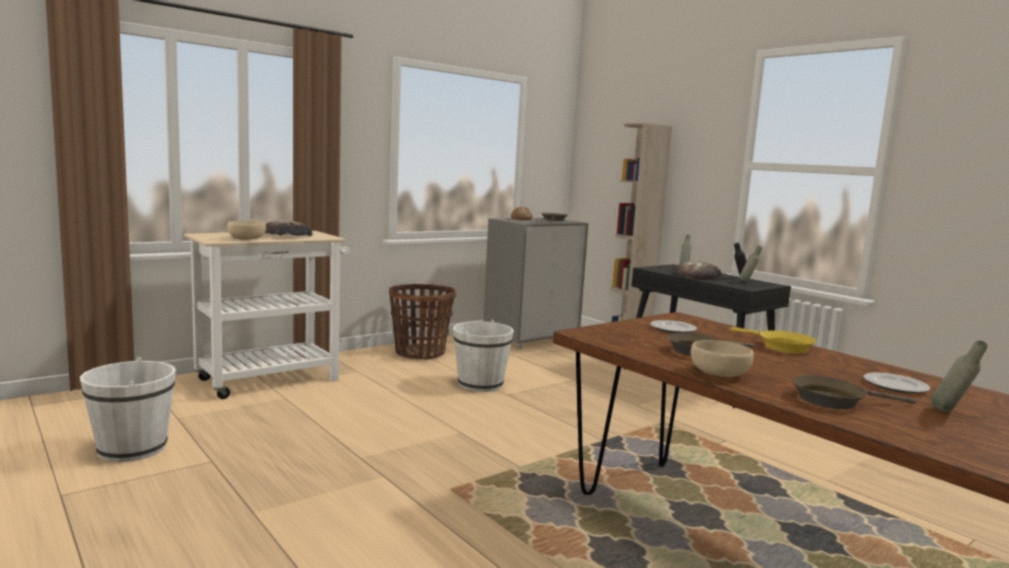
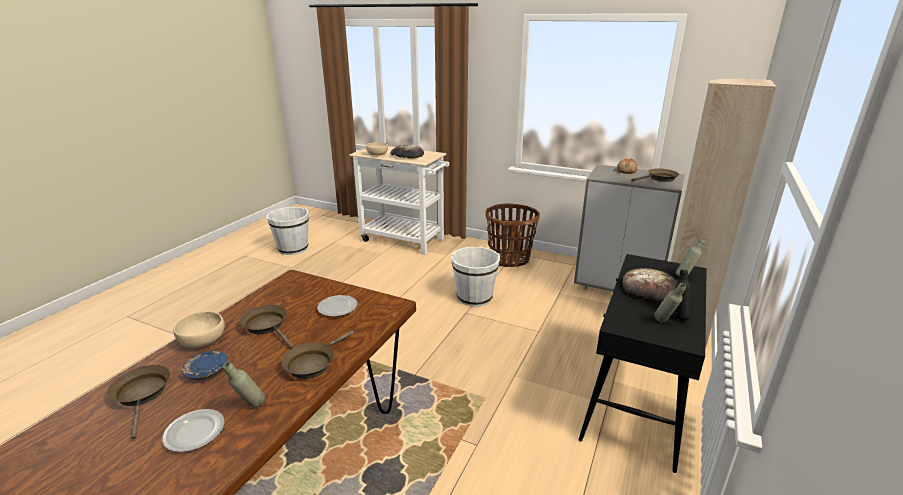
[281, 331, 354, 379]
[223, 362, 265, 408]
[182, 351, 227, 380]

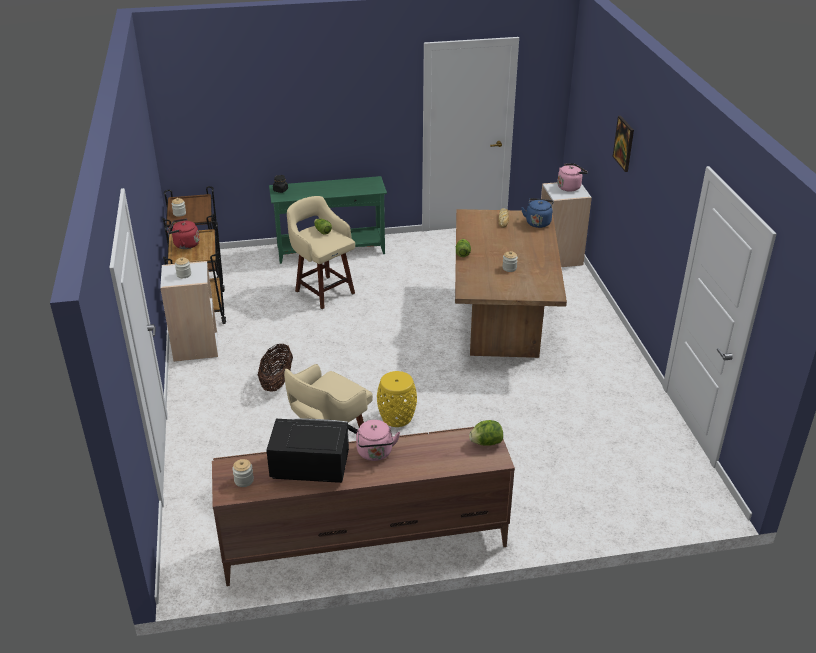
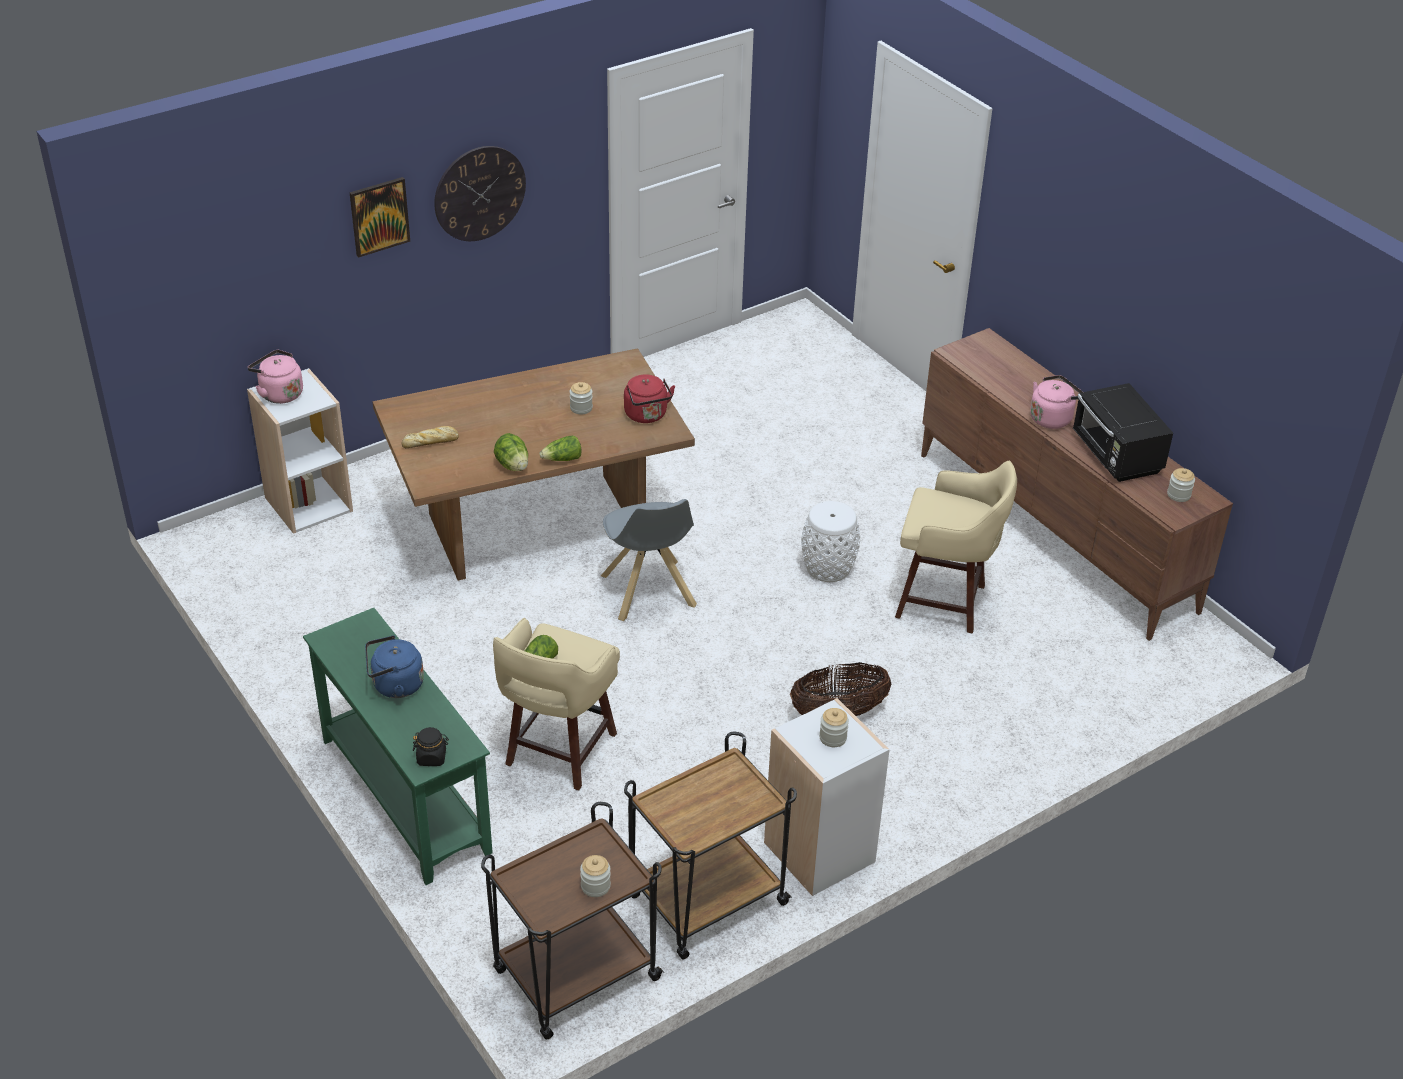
[365, 635, 424, 698]
[624, 374, 675, 423]
[801, 501, 860, 582]
[494, 433, 528, 471]
[434, 146, 526, 241]
[601, 499, 697, 621]

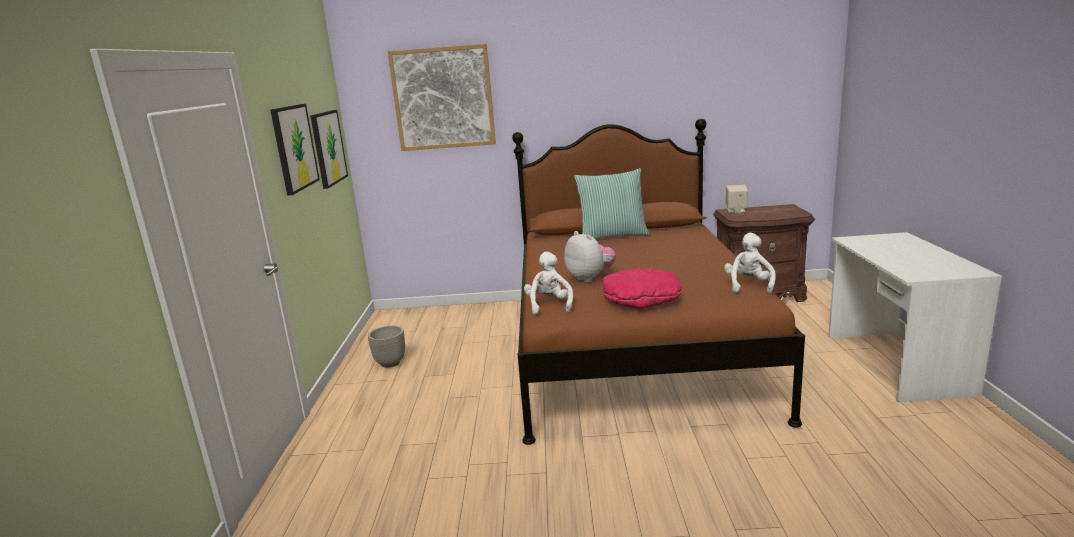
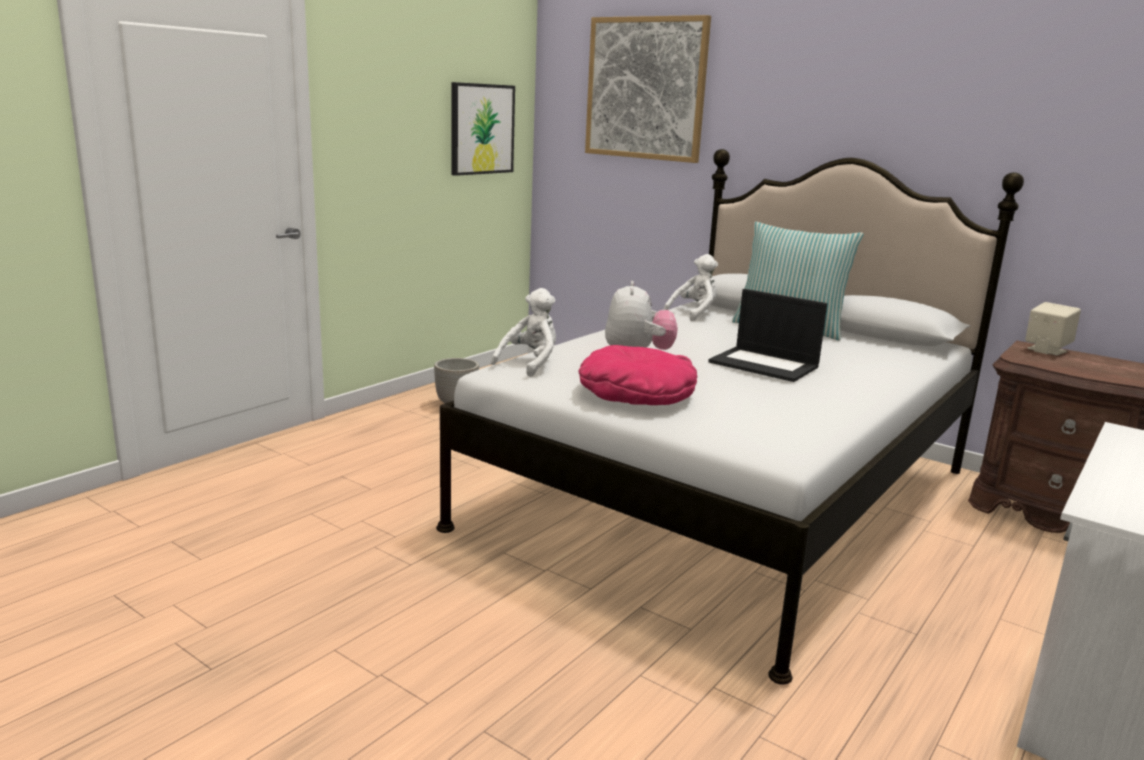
[270, 104, 320, 196] (first image)
[436, 149, 1024, 685]
[663, 254, 718, 321]
[708, 289, 827, 382]

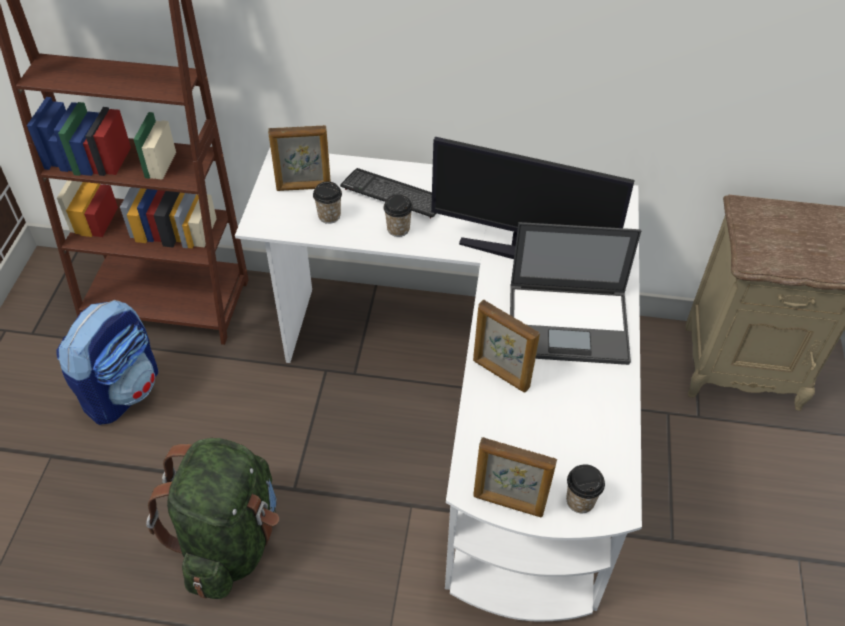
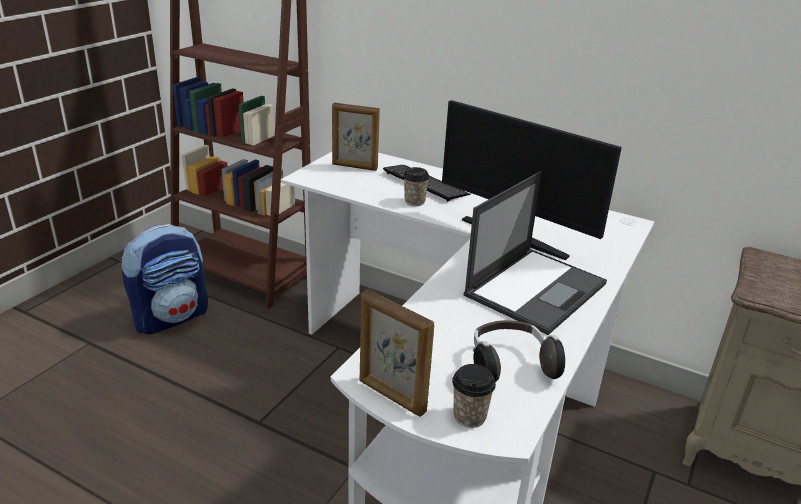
[313, 182, 342, 224] (first image)
[463, 171, 607, 335]
[473, 300, 540, 393] (first image)
[146, 438, 279, 599] (first image)
[473, 320, 565, 382]

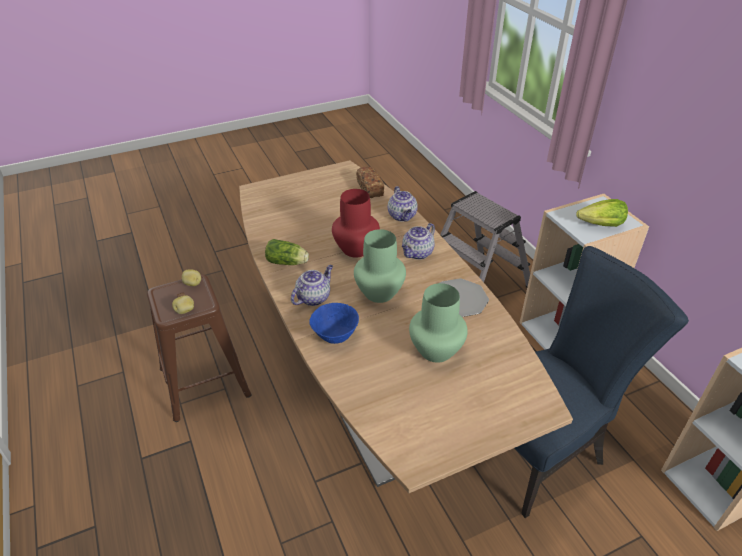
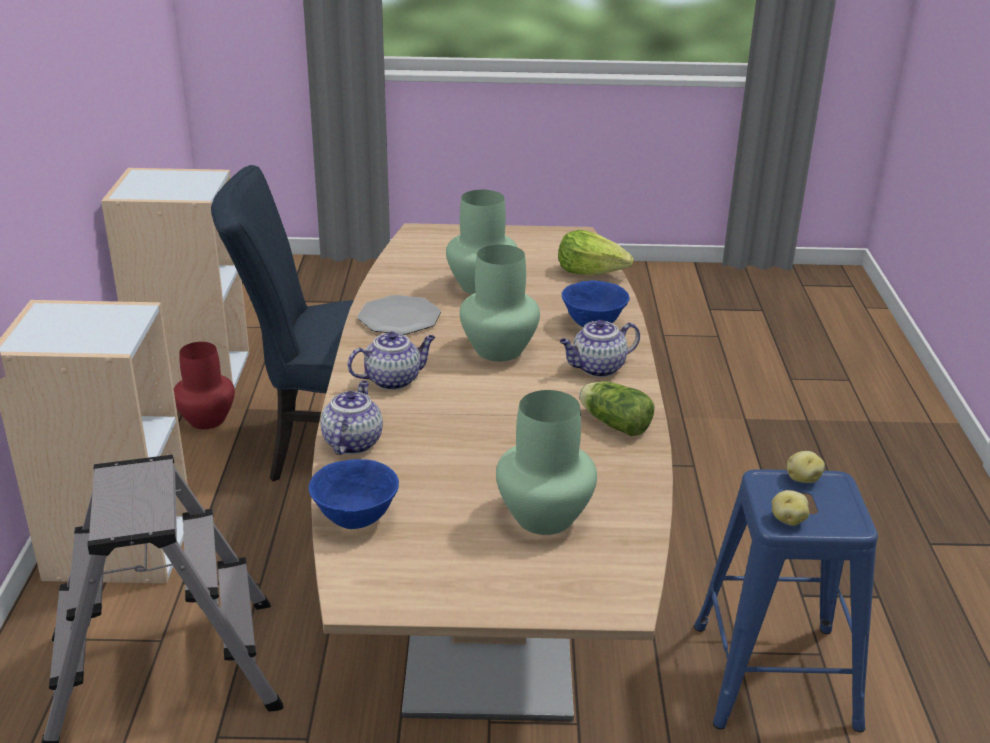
[309, 459, 399, 529]
[174, 342, 235, 429]
[558, 230, 634, 275]
[694, 469, 878, 732]
[496, 390, 597, 535]

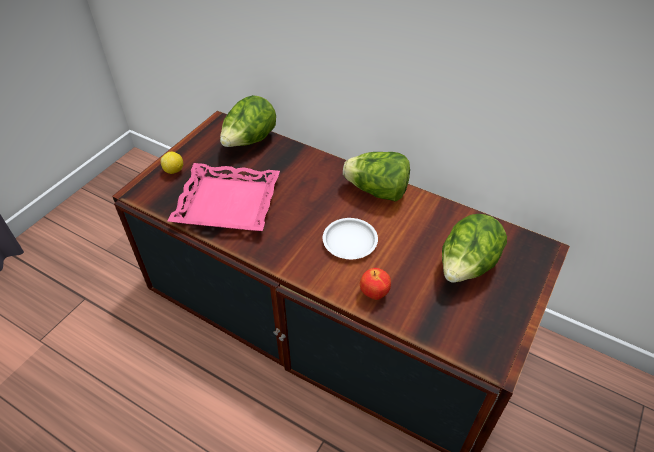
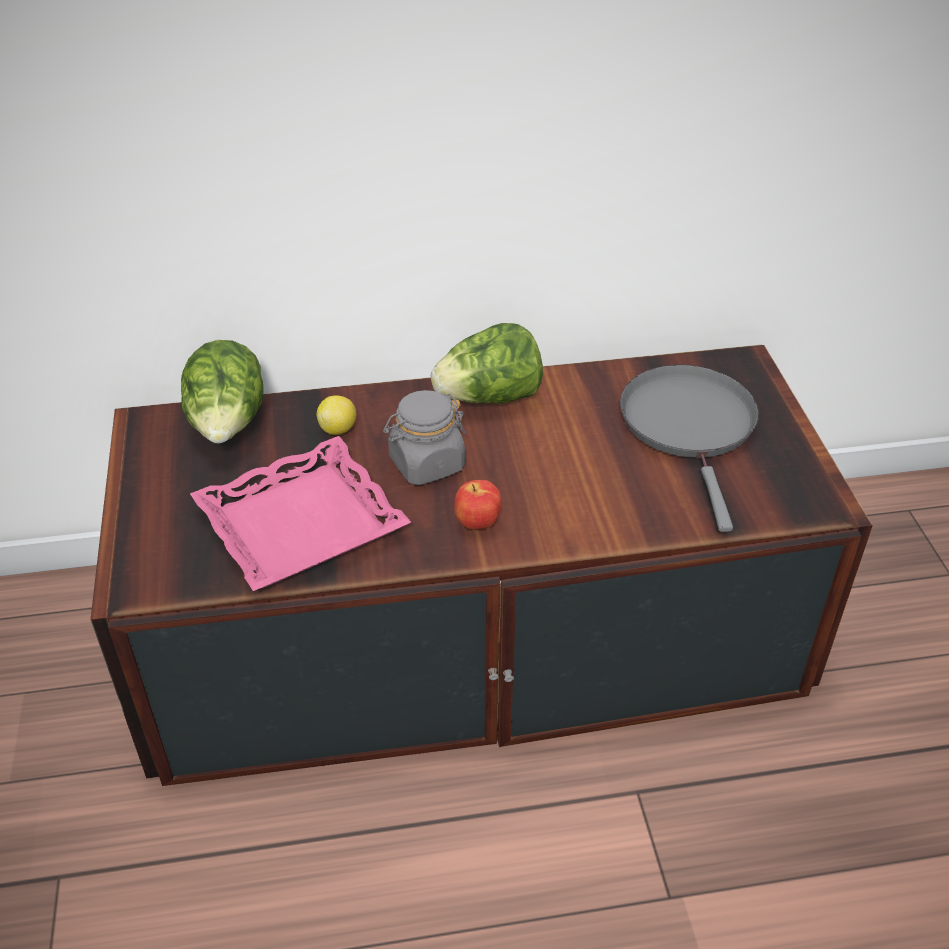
[316, 395, 356, 435]
[620, 365, 759, 532]
[323, 218, 378, 259] (first image)
[454, 480, 502, 530]
[383, 390, 466, 485]

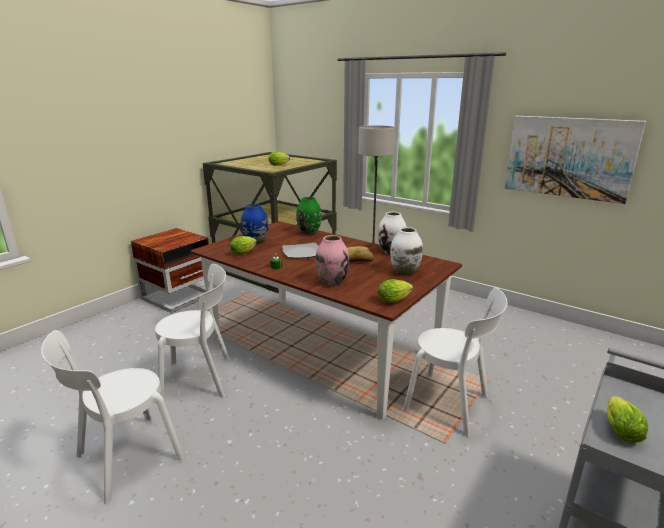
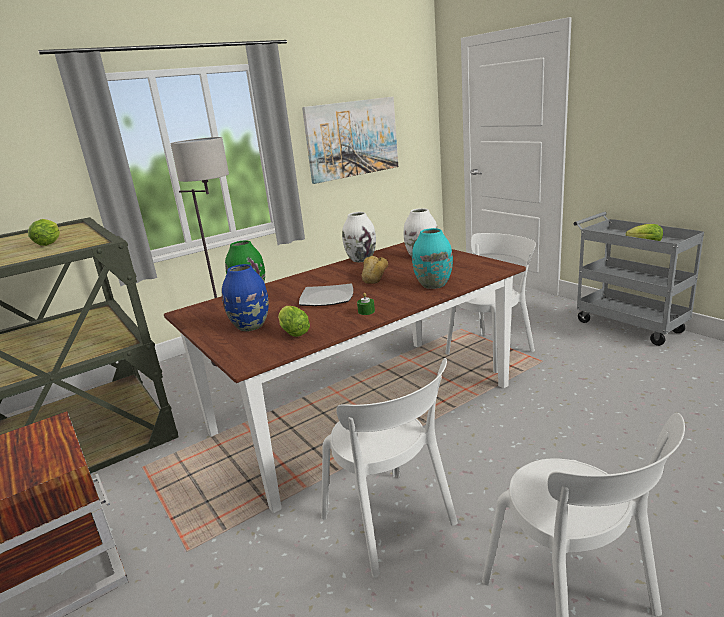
[412, 228, 453, 289]
[321, 358, 458, 578]
[378, 279, 413, 303] (first image)

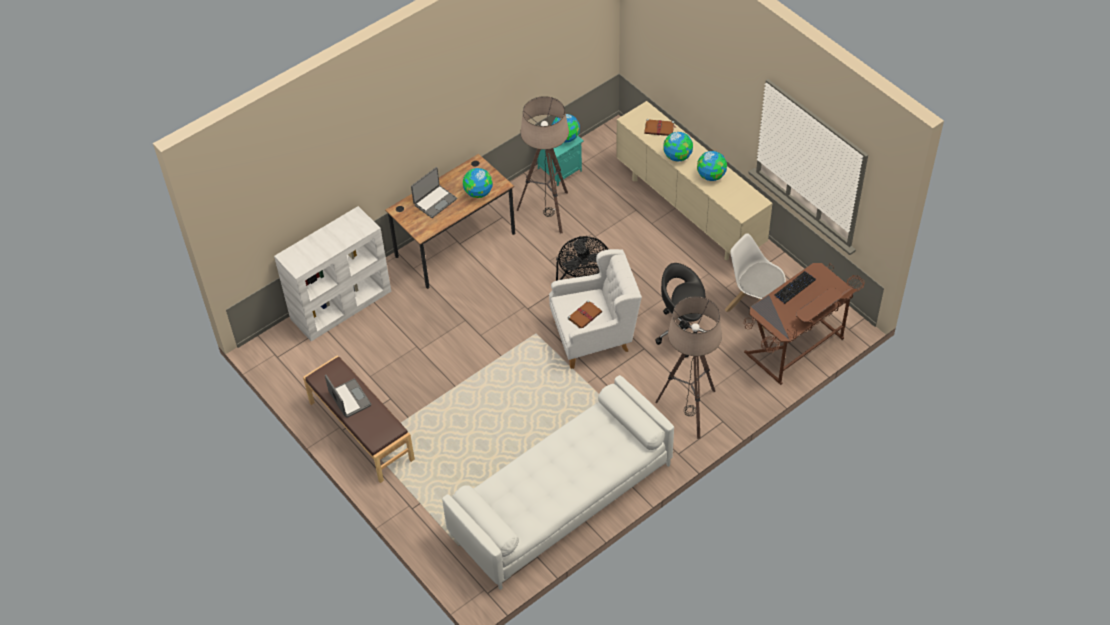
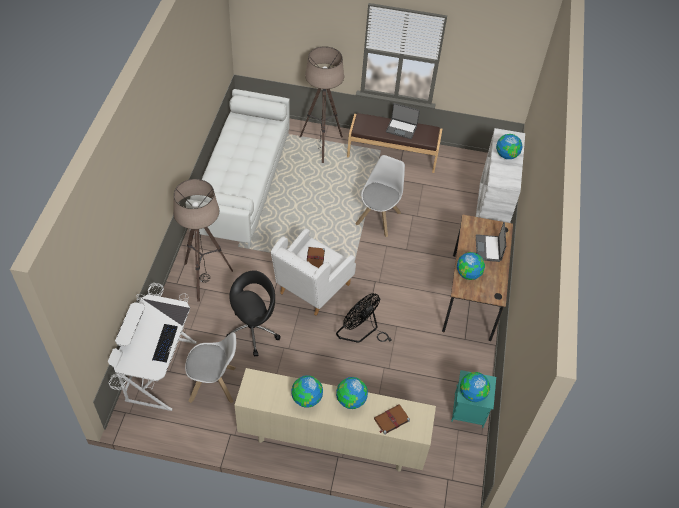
[300, 46, 344, 163]
[108, 283, 197, 411]
[496, 134, 522, 159]
[355, 155, 405, 237]

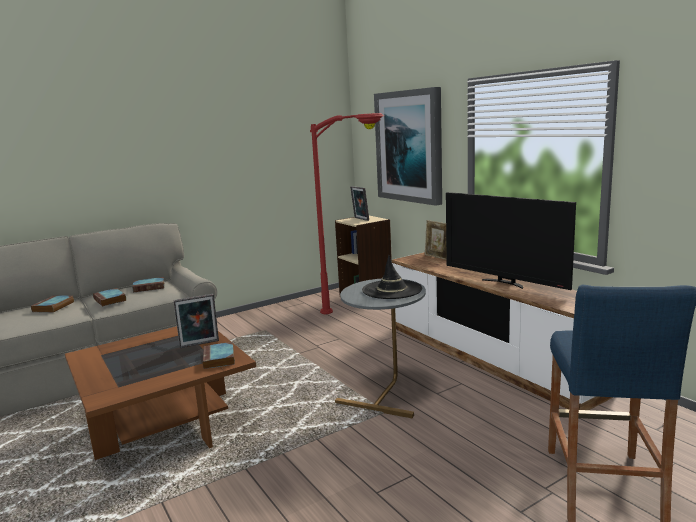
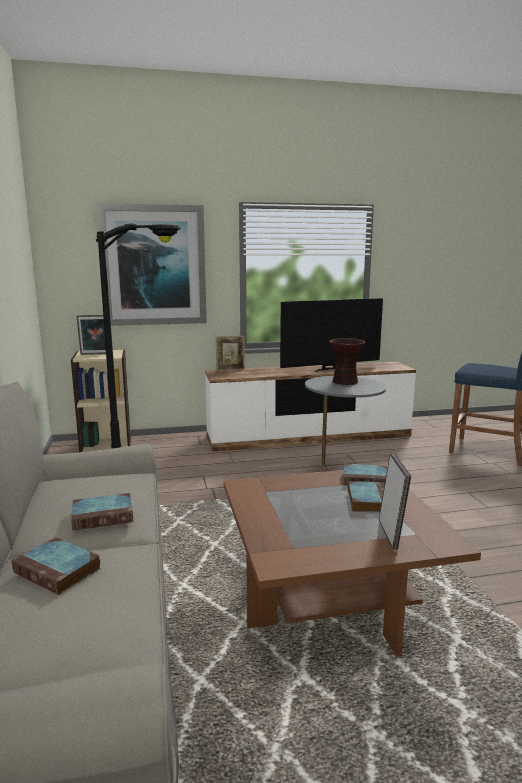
[96, 224, 181, 448]
[329, 338, 365, 385]
[348, 481, 384, 512]
[379, 453, 411, 550]

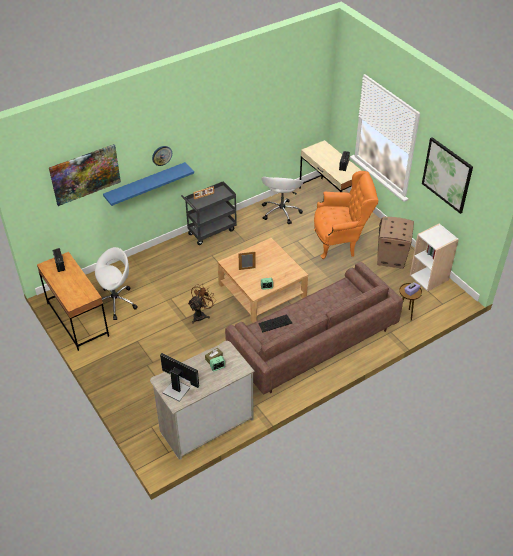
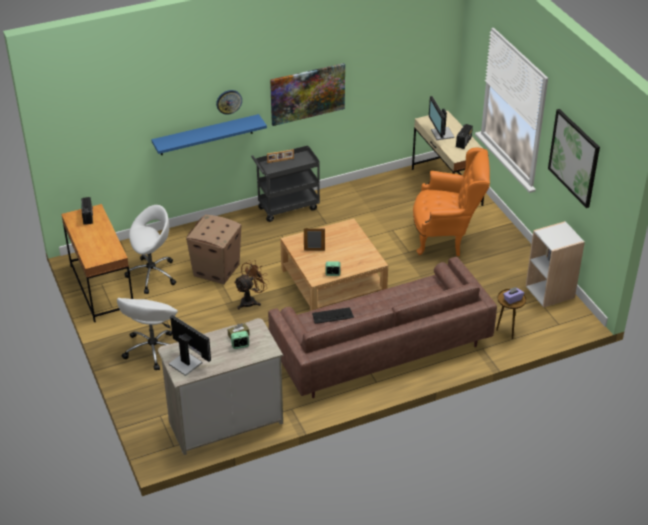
[270, 63, 345, 126]
[117, 298, 178, 370]
[186, 214, 241, 284]
[429, 96, 454, 140]

